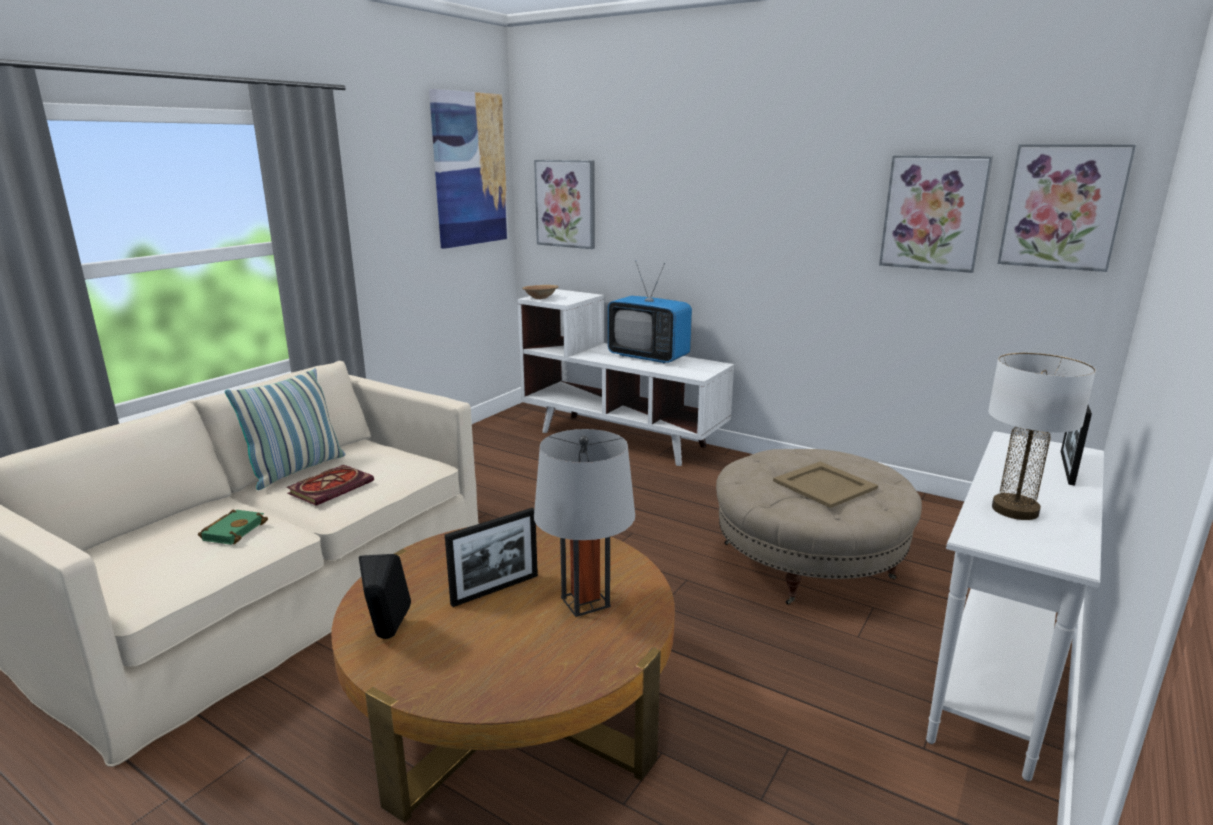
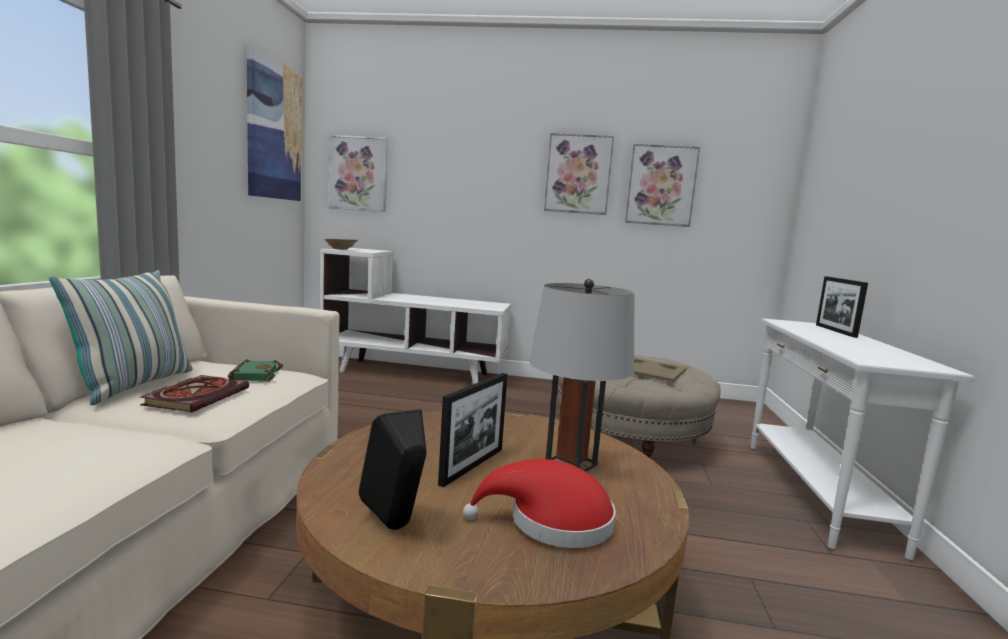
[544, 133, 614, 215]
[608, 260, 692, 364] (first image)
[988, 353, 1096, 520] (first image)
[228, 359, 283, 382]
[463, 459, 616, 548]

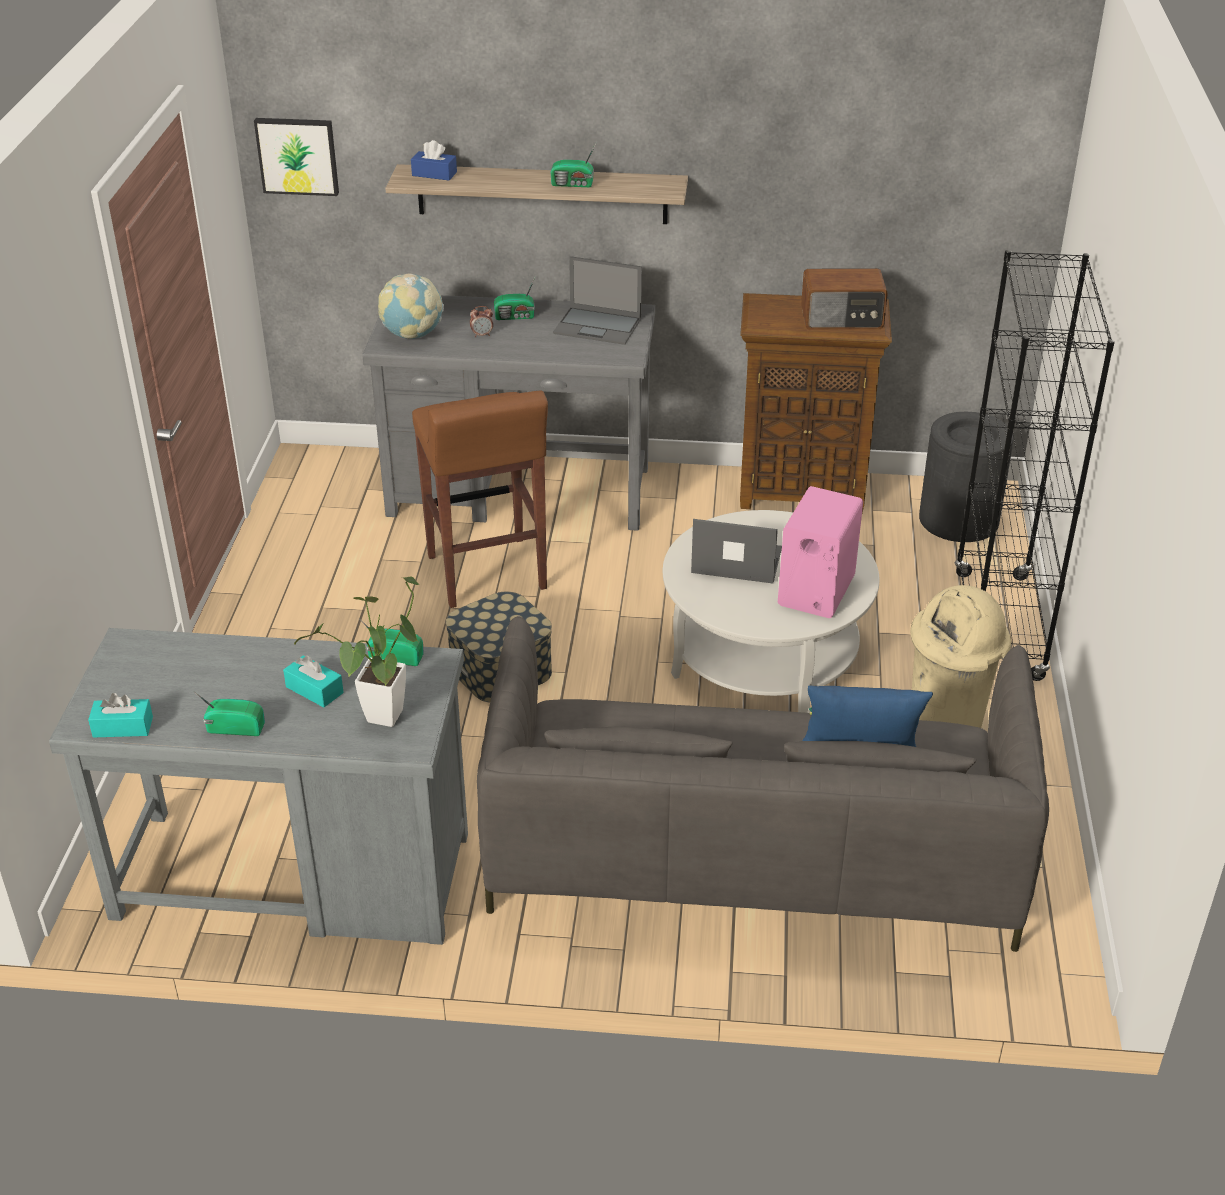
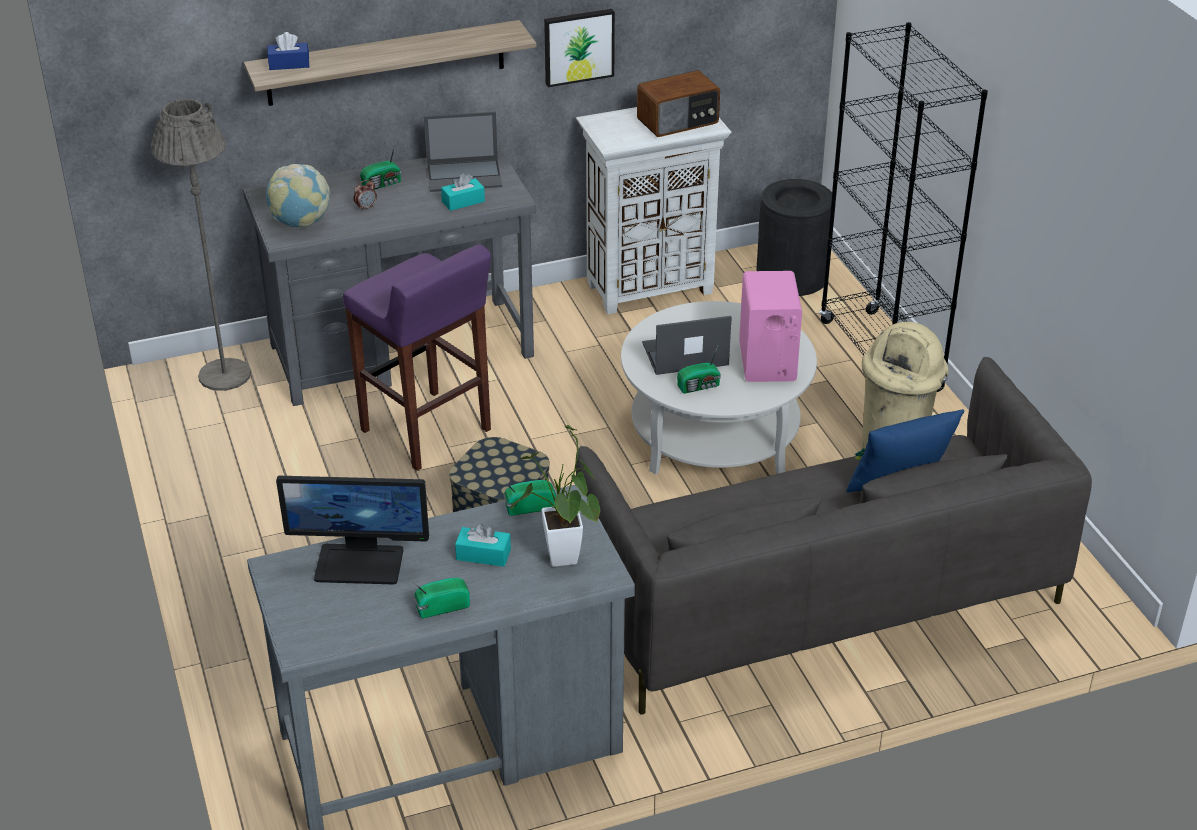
[544, 9, 615, 87]
[677, 344, 721, 394]
[576, 107, 731, 314]
[343, 244, 491, 471]
[441, 174, 485, 211]
[151, 99, 251, 391]
[276, 476, 429, 584]

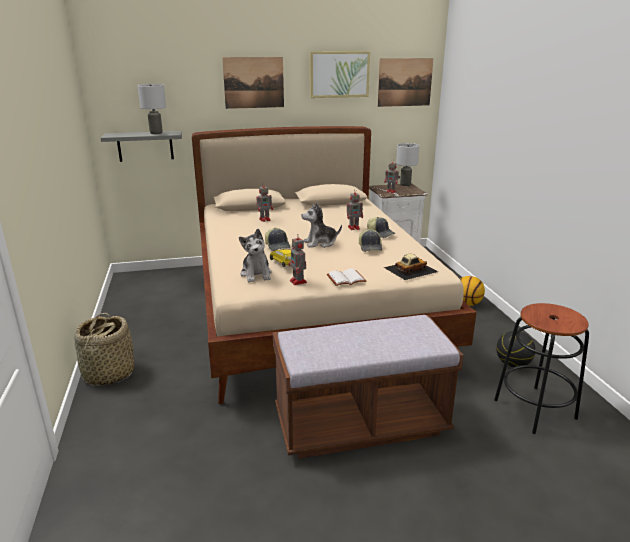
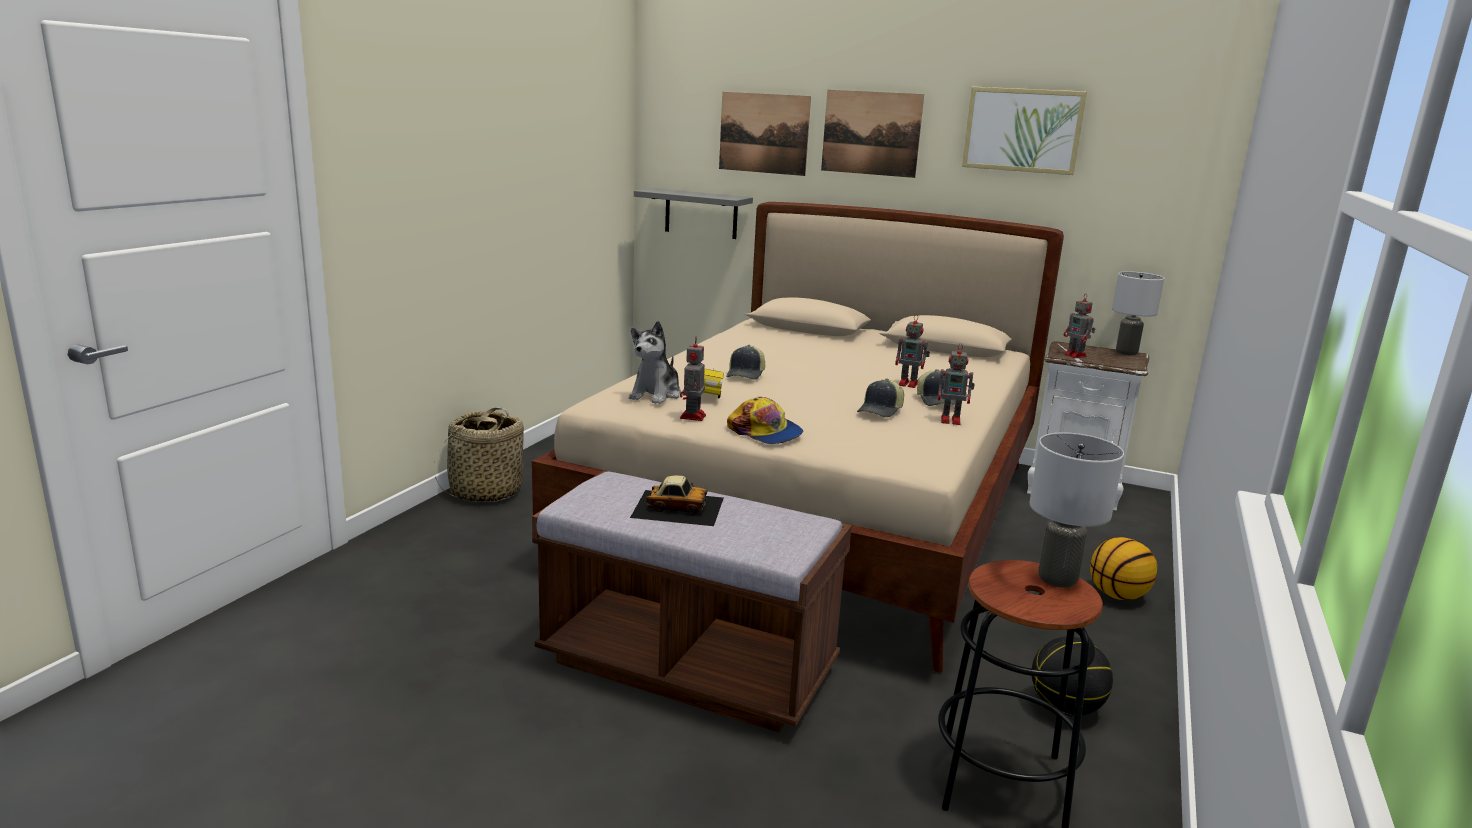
[719, 92, 811, 176]
[1029, 432, 1124, 588]
[938, 343, 975, 425]
[302, 203, 342, 248] (first image)
[630, 475, 724, 526]
[727, 397, 803, 444]

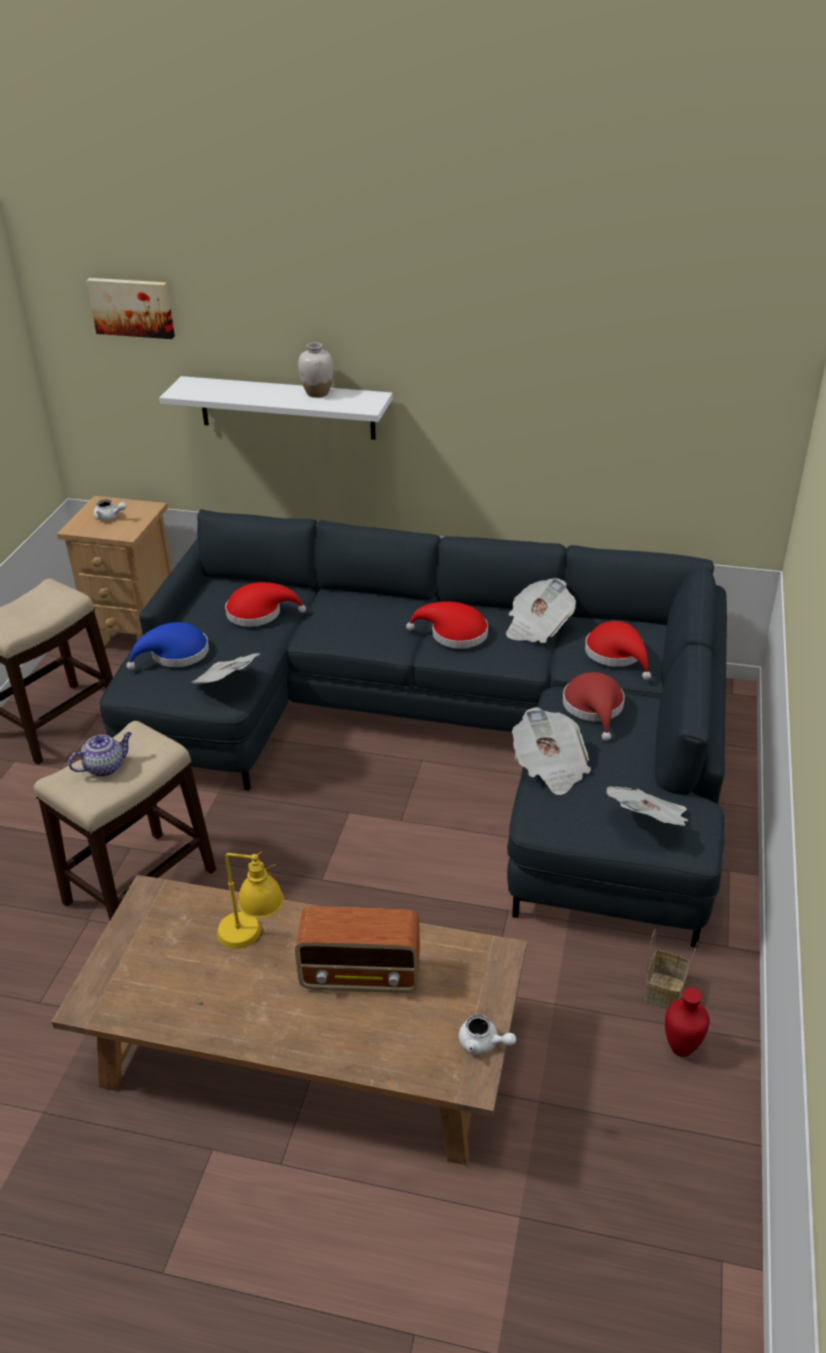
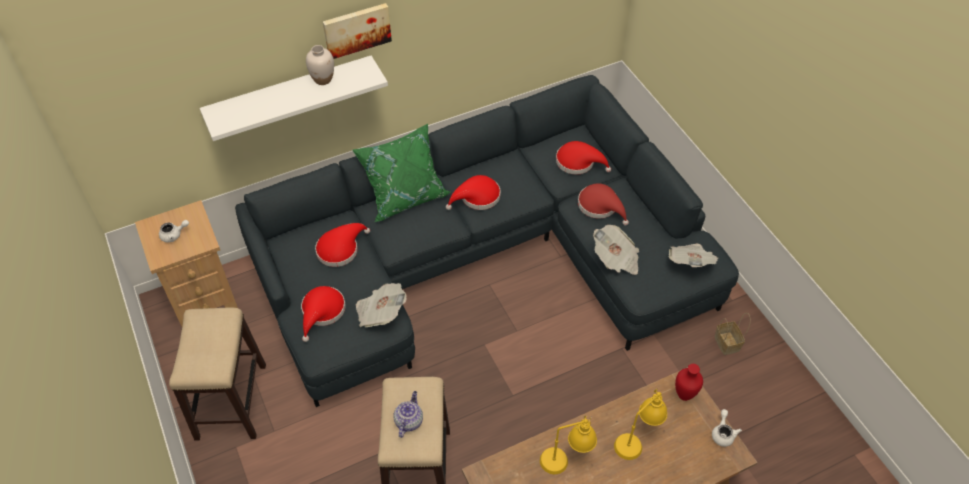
[323, 3, 392, 59]
[506, 578, 576, 643] (first image)
[301, 286, 346, 342]
[614, 388, 667, 460]
[675, 364, 703, 401]
[712, 409, 742, 447]
[352, 124, 450, 222]

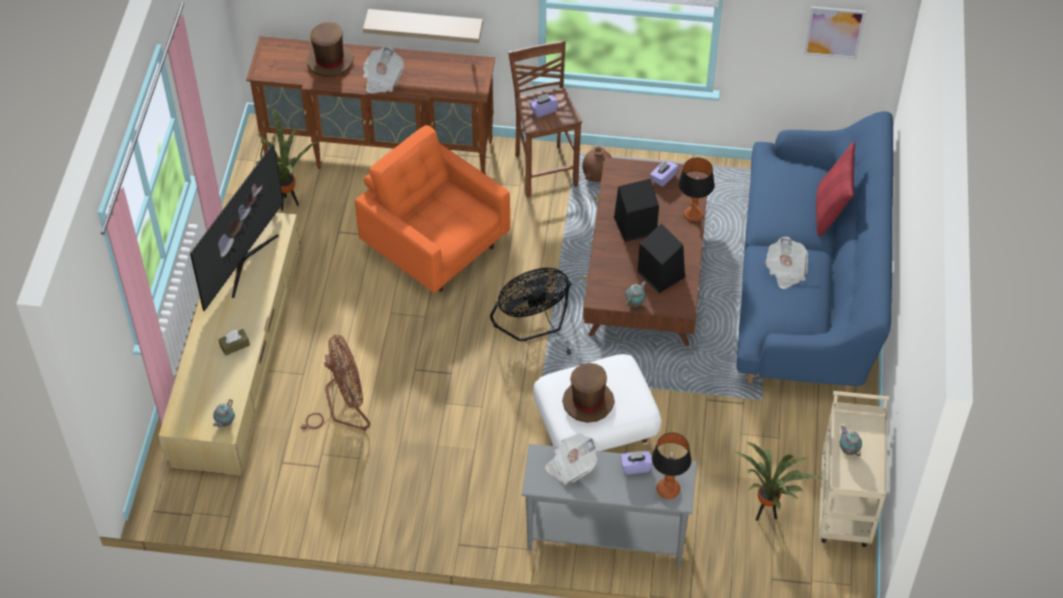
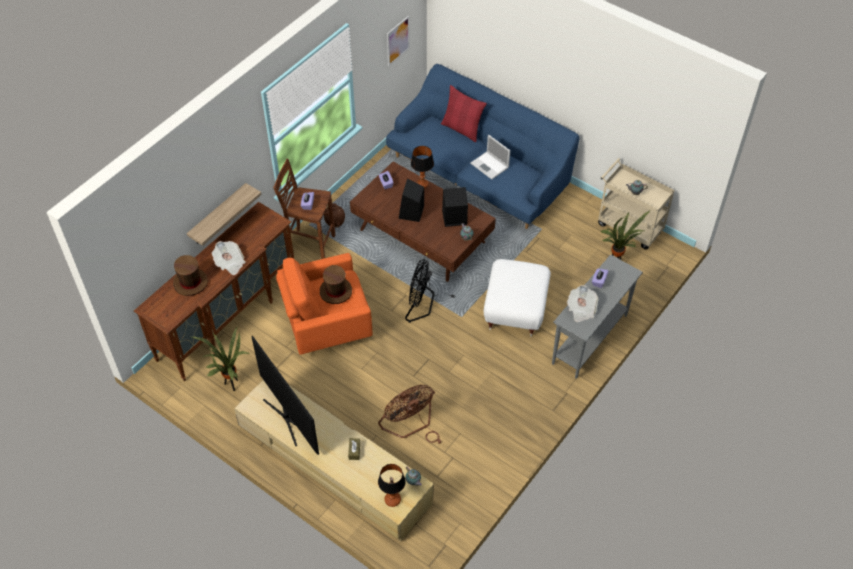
[470, 135, 510, 180]
[378, 385, 441, 444]
[320, 265, 352, 304]
[378, 464, 406, 507]

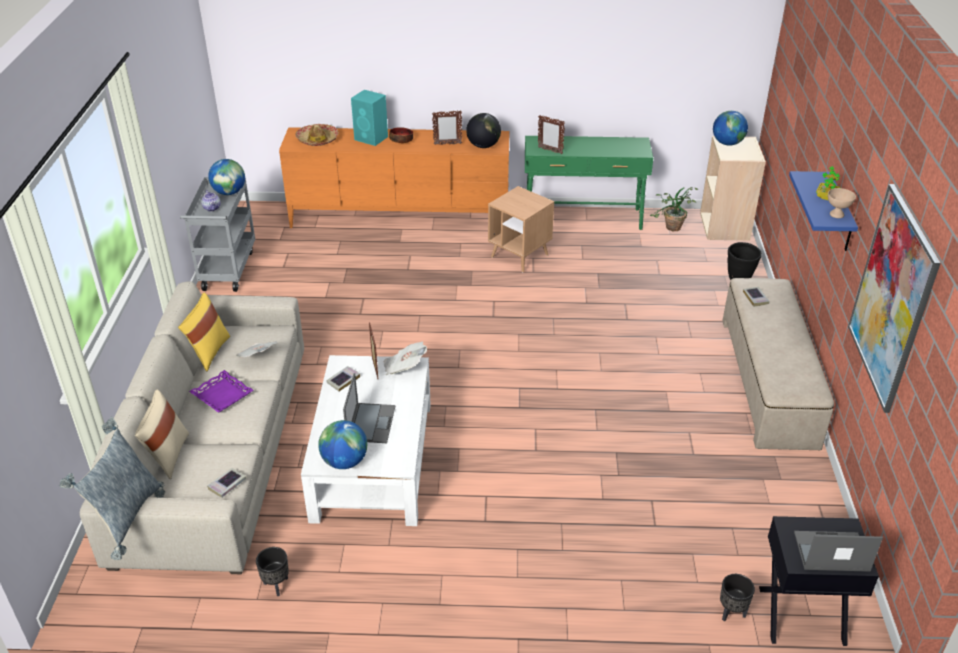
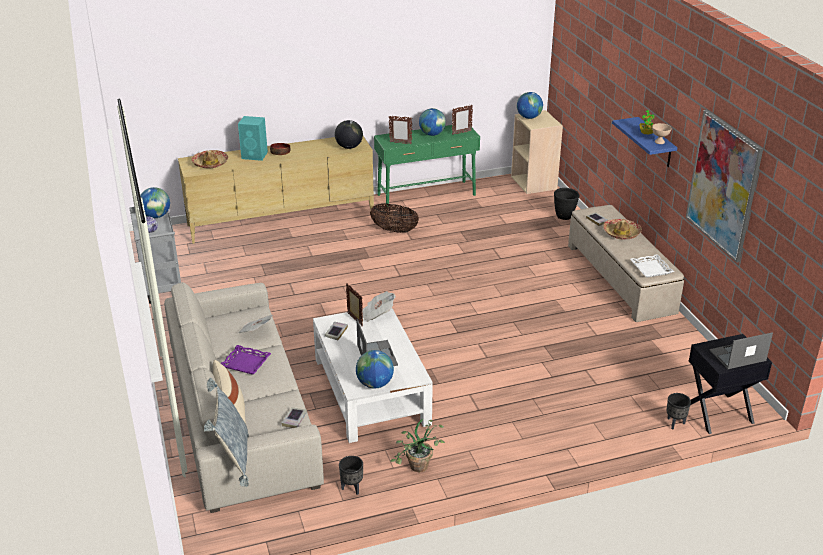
[452, 105, 473, 135]
[178, 136, 374, 244]
[370, 203, 419, 233]
[391, 419, 445, 473]
[178, 292, 230, 371] (first image)
[419, 108, 446, 136]
[603, 219, 642, 240]
[630, 254, 674, 278]

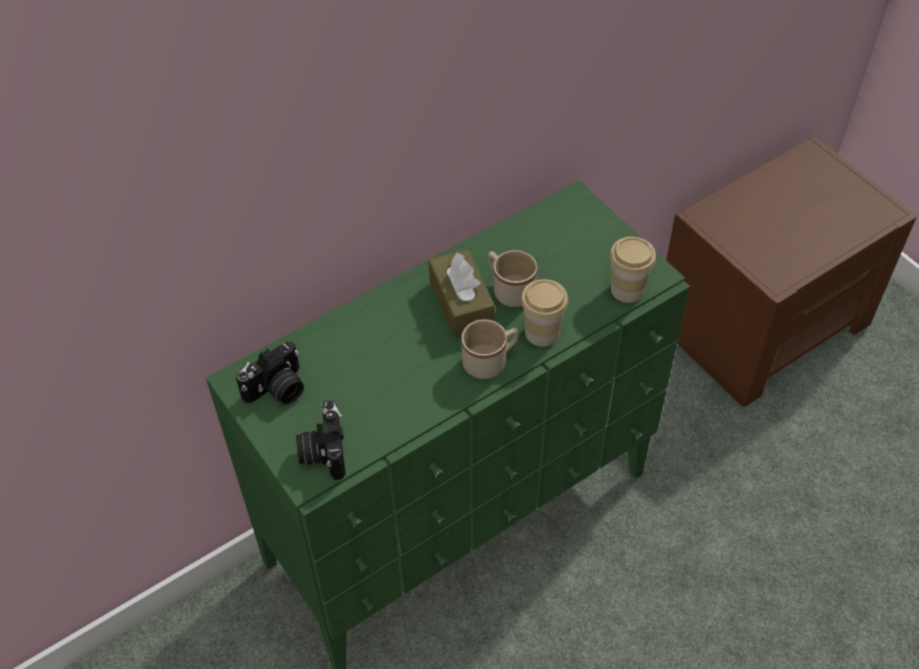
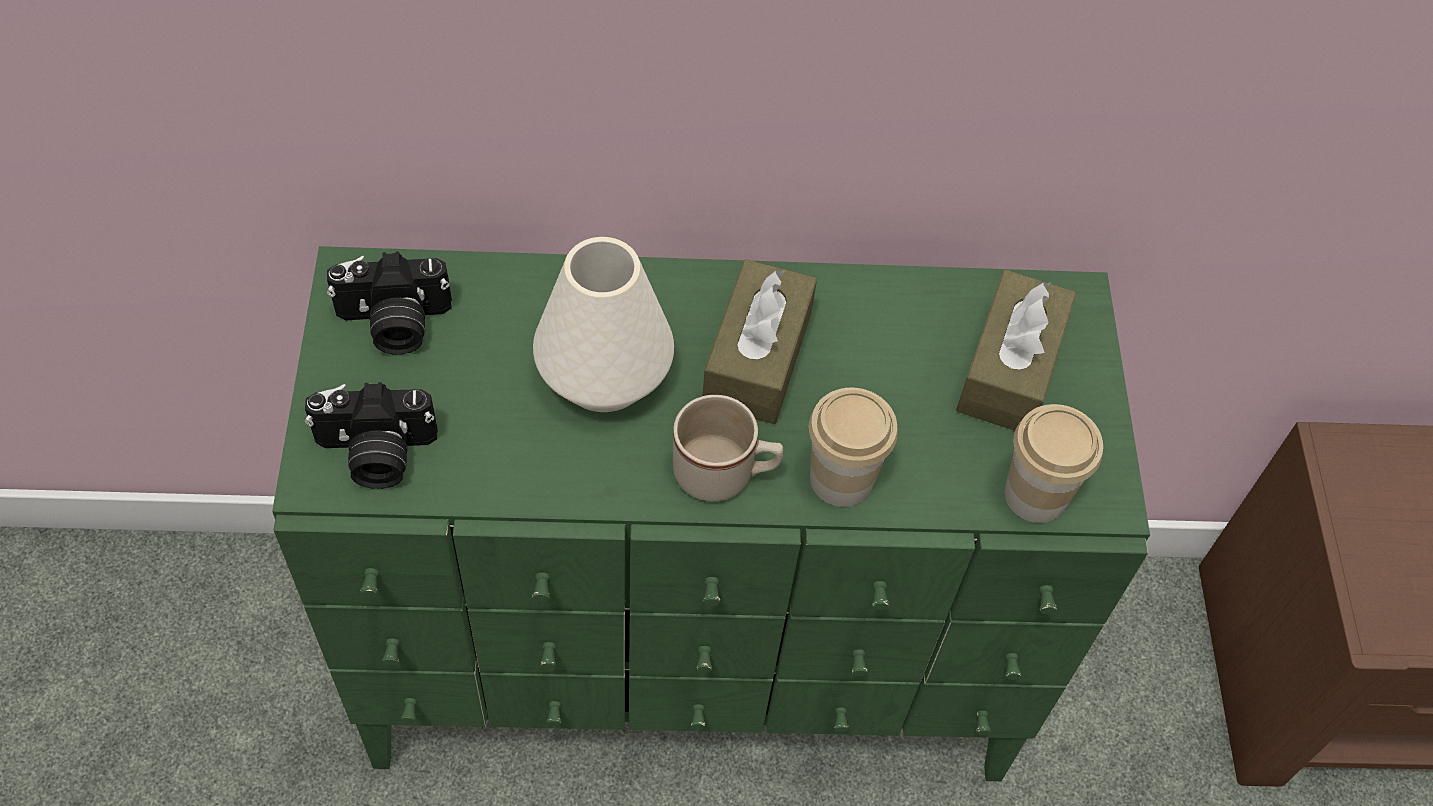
[488, 250, 538, 307] (first image)
[305, 382, 438, 489]
[533, 237, 674, 412]
[956, 269, 1076, 431]

